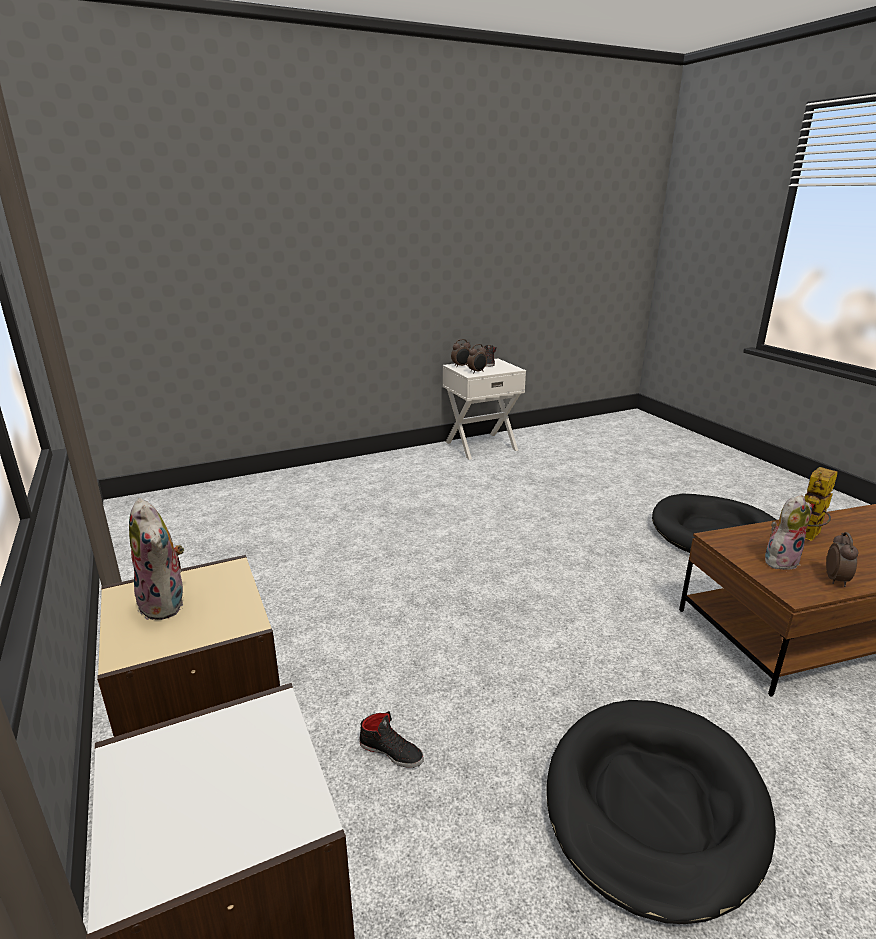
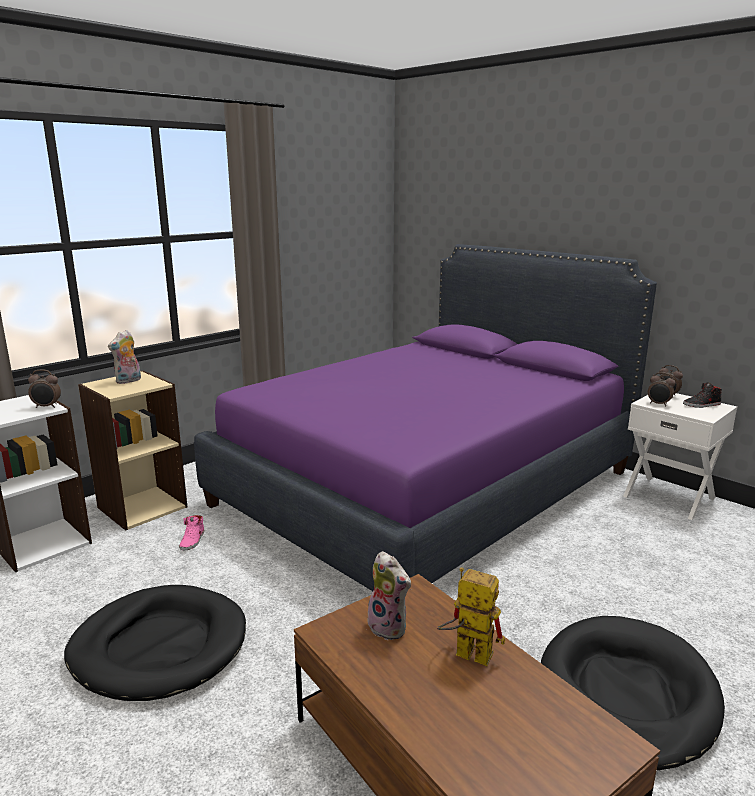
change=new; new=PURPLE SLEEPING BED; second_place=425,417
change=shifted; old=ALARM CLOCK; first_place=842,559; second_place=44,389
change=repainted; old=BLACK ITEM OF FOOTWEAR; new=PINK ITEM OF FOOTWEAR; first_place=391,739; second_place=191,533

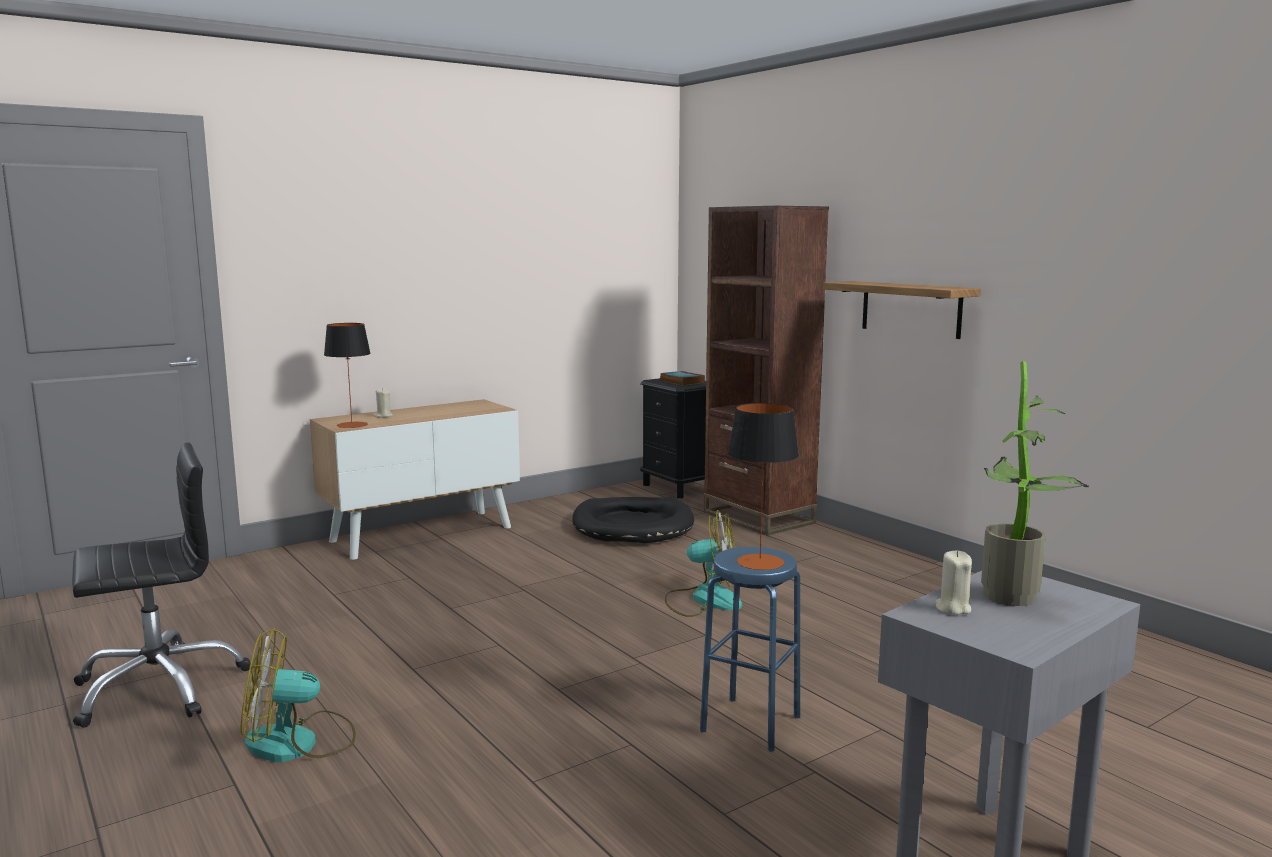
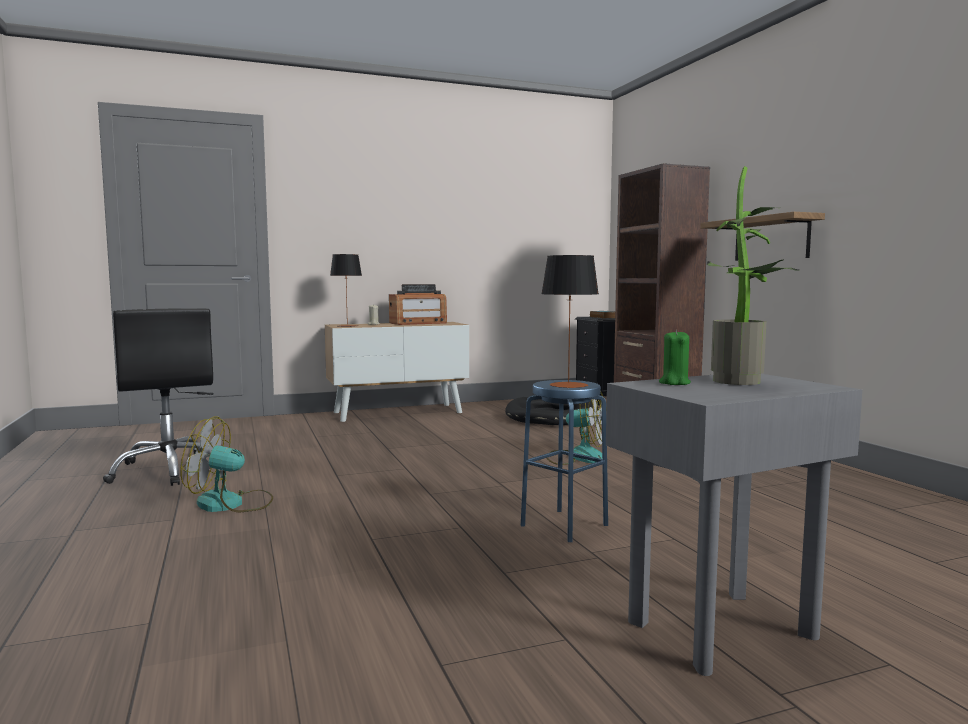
change=new; new=RADIO; second_place=418,304
change=repainted; old=BEIGE-COLOURED WAX LIGHT; new=GREEN WAX LIGHT; first_place=953,583; second_place=675,357
change=rotated; old=BLACK COMPUTER CHAIR; first_place=161,585; second_place=158,397; degrees=75

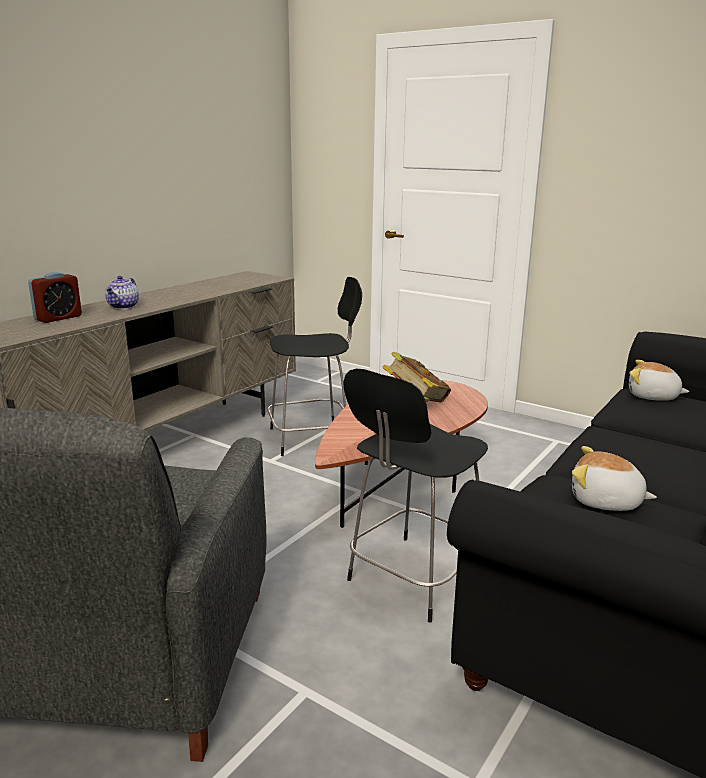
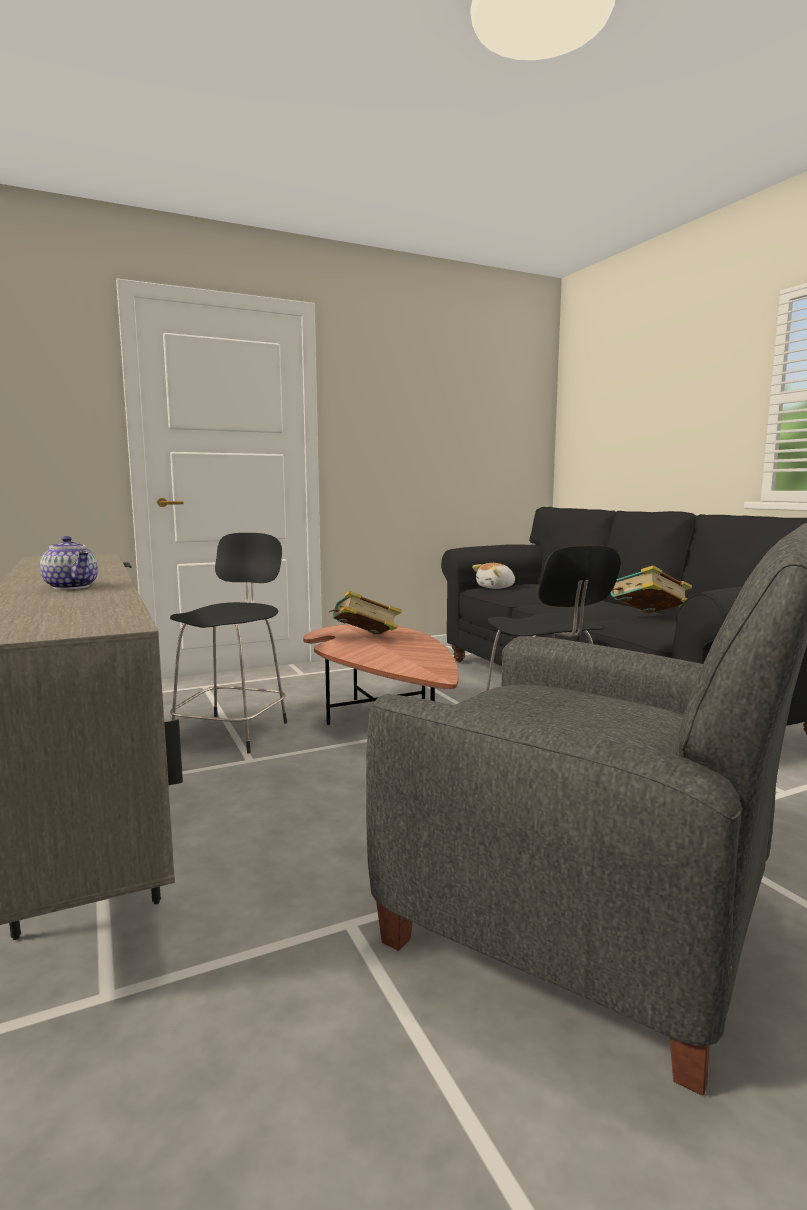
change=gone; old=ALARM CLOCK; first_place=55,297
change=swapped; old=CUDDLY TOY; new=BOOK; first_place=614,478; second_place=651,589

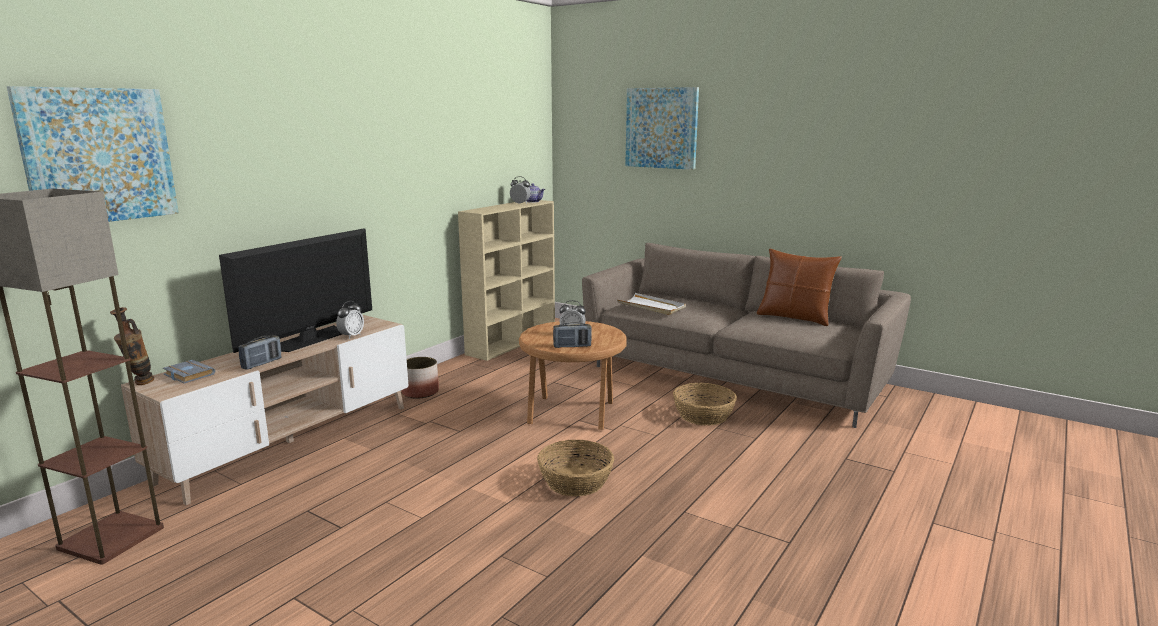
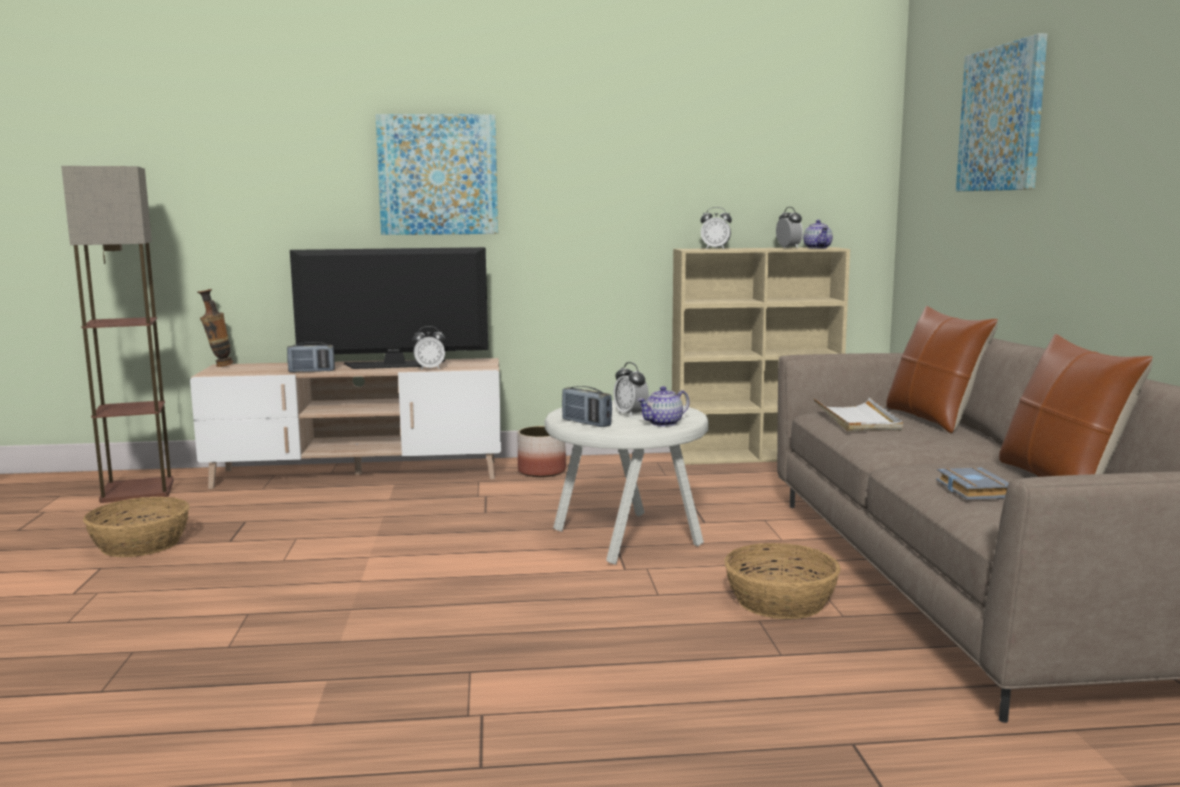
change=new; new=POT FOR TEA; second_place=663,406
change=new; new=ALARM CLOCK; second_place=716,228
change=new; new=BROWNISH PILLOW; second_place=942,369
change=shifted; old=WALL PICTURE; first_place=93,154; second_place=436,174
change=shifted; old=GRAY BOOK; first_place=189,372; second_place=972,483
change=shifted; old=HOUSEHOLD BASKET; first_place=575,468; second_place=136,527
change=repainted; old=BROWNISH END TABLE; new=WHITE END TABLE; first_place=573,375; second_place=627,483

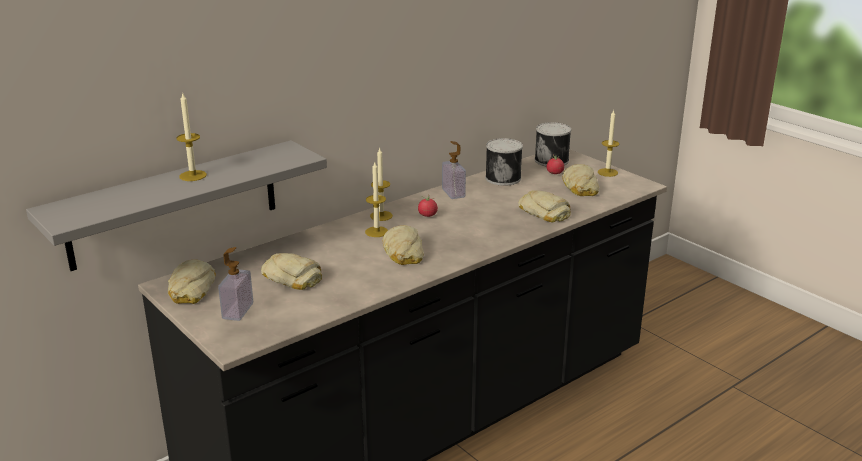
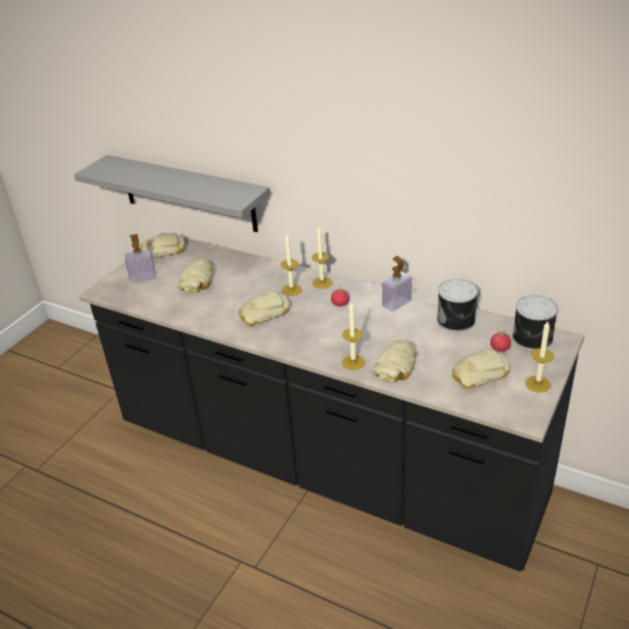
change=shifted; old=WAX LIGHT; first_place=191,136; second_place=353,336

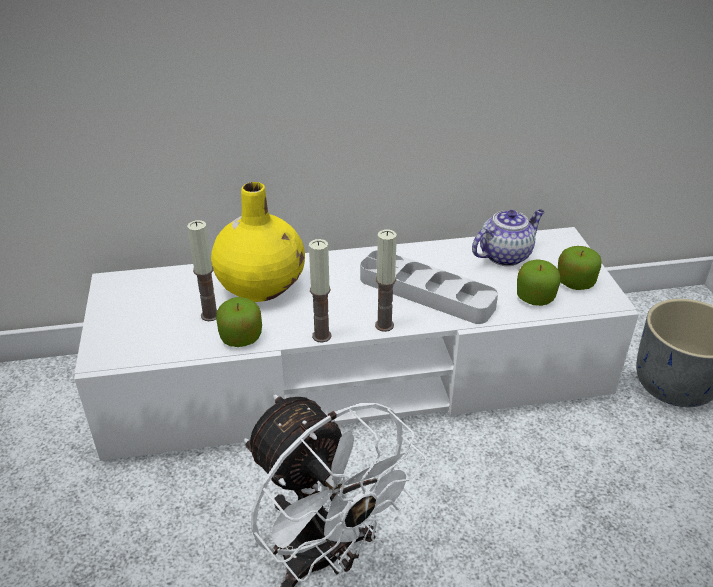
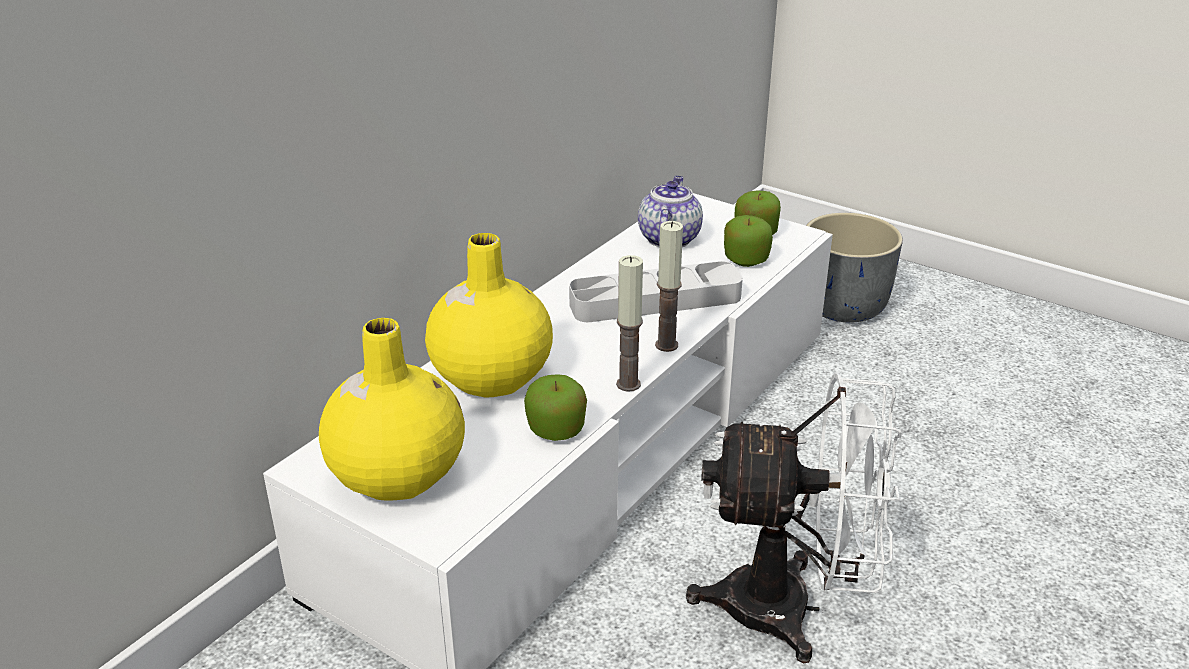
change=gone; old=WAX LIGHT; first_place=202,270
change=new; new=YELLOWISH VASE; second_place=392,409

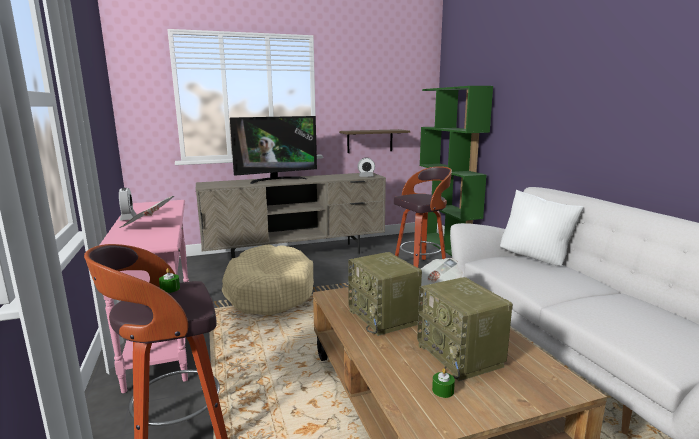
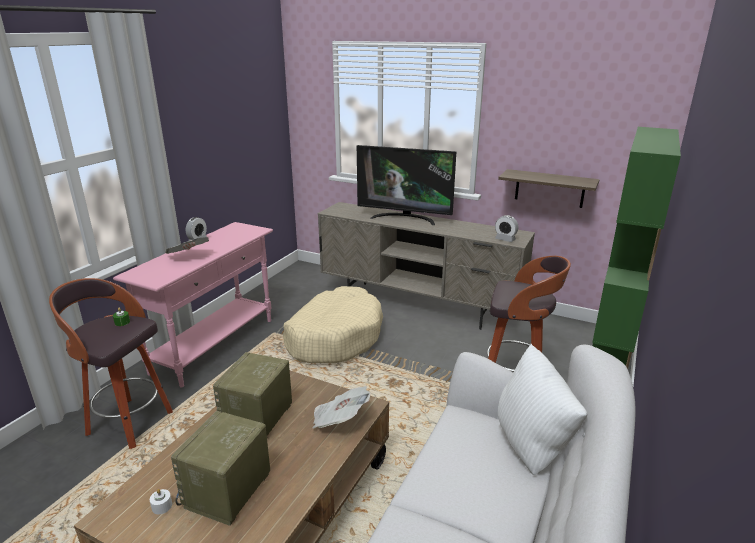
change=repainted; old=GREEN WAX LIGHT; new=WHITE WAX LIGHT; first_place=443,383; second_place=161,501

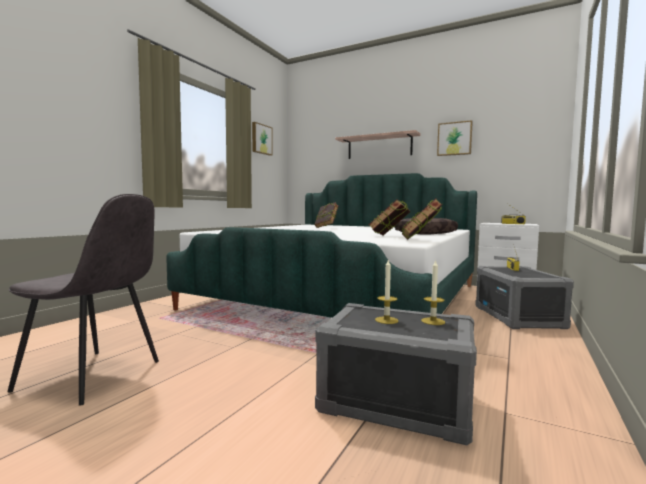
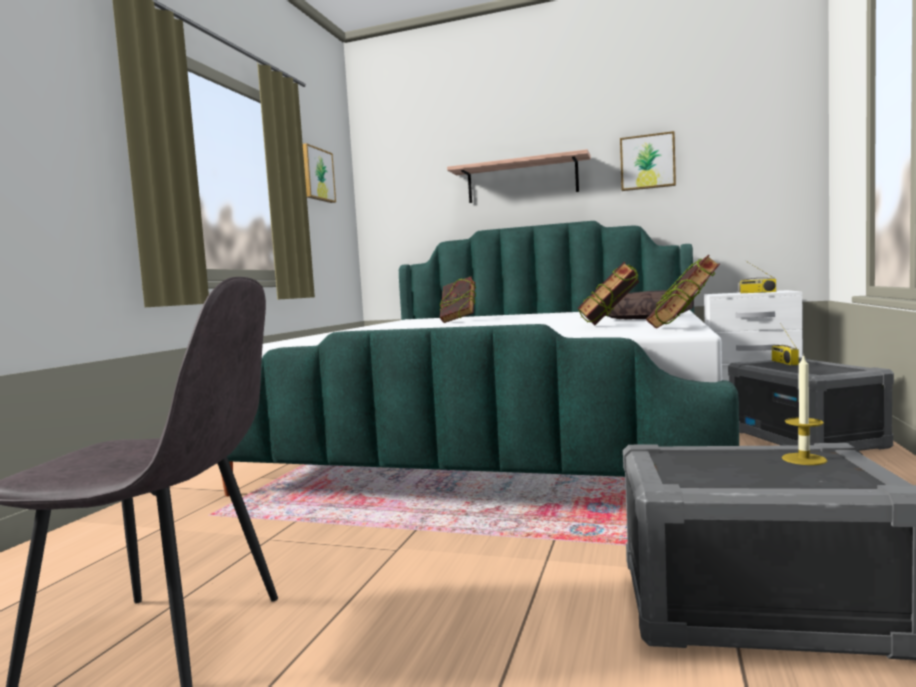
change=gone; old=WAX LIGHT; first_place=386,291

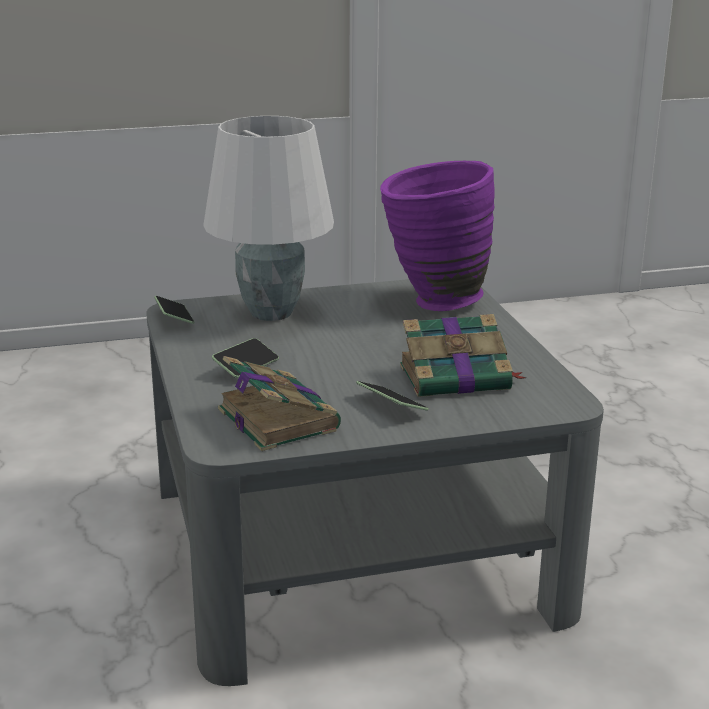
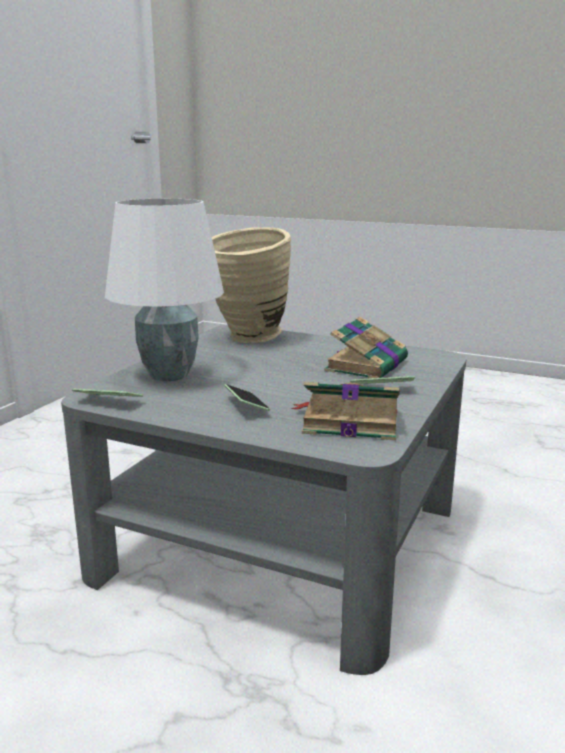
change=repainted; old=PURPLE VASE; new=BEIGE-COLOURED VASE; first_place=437,236; second_place=251,285

